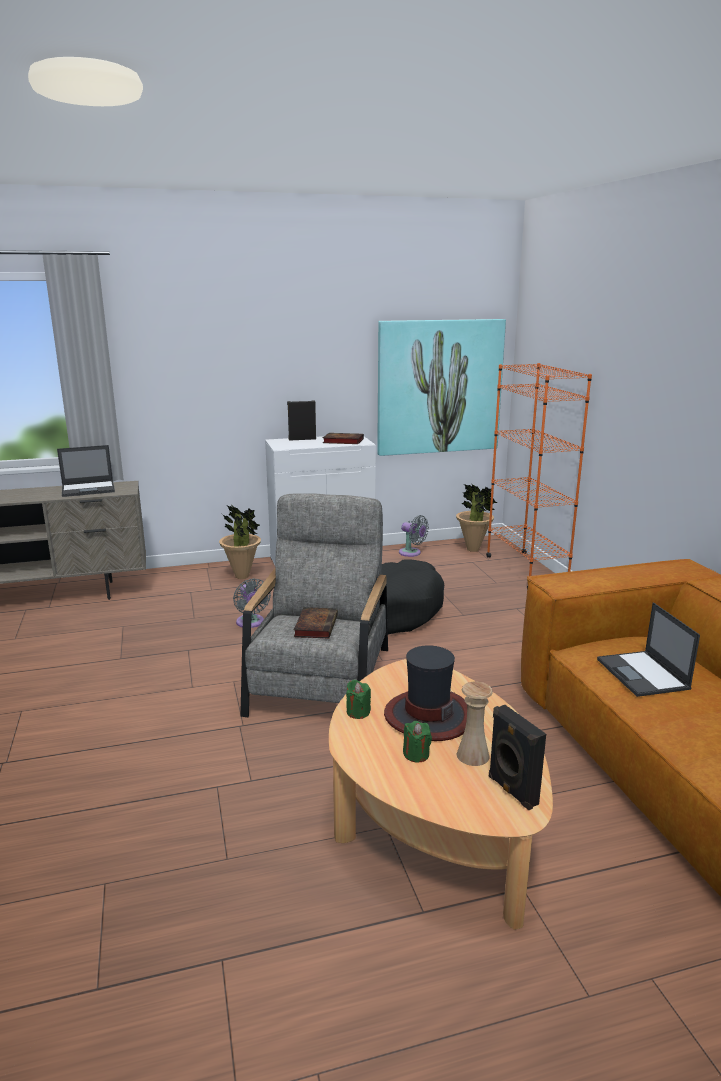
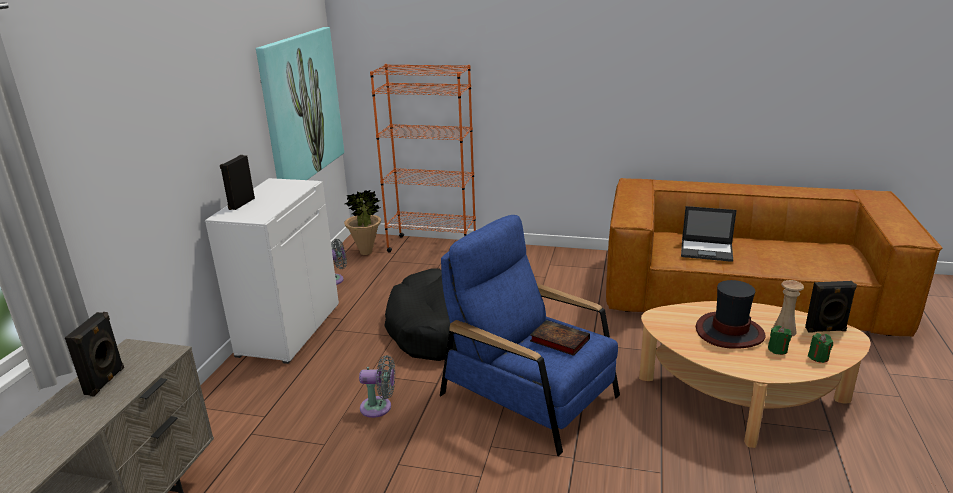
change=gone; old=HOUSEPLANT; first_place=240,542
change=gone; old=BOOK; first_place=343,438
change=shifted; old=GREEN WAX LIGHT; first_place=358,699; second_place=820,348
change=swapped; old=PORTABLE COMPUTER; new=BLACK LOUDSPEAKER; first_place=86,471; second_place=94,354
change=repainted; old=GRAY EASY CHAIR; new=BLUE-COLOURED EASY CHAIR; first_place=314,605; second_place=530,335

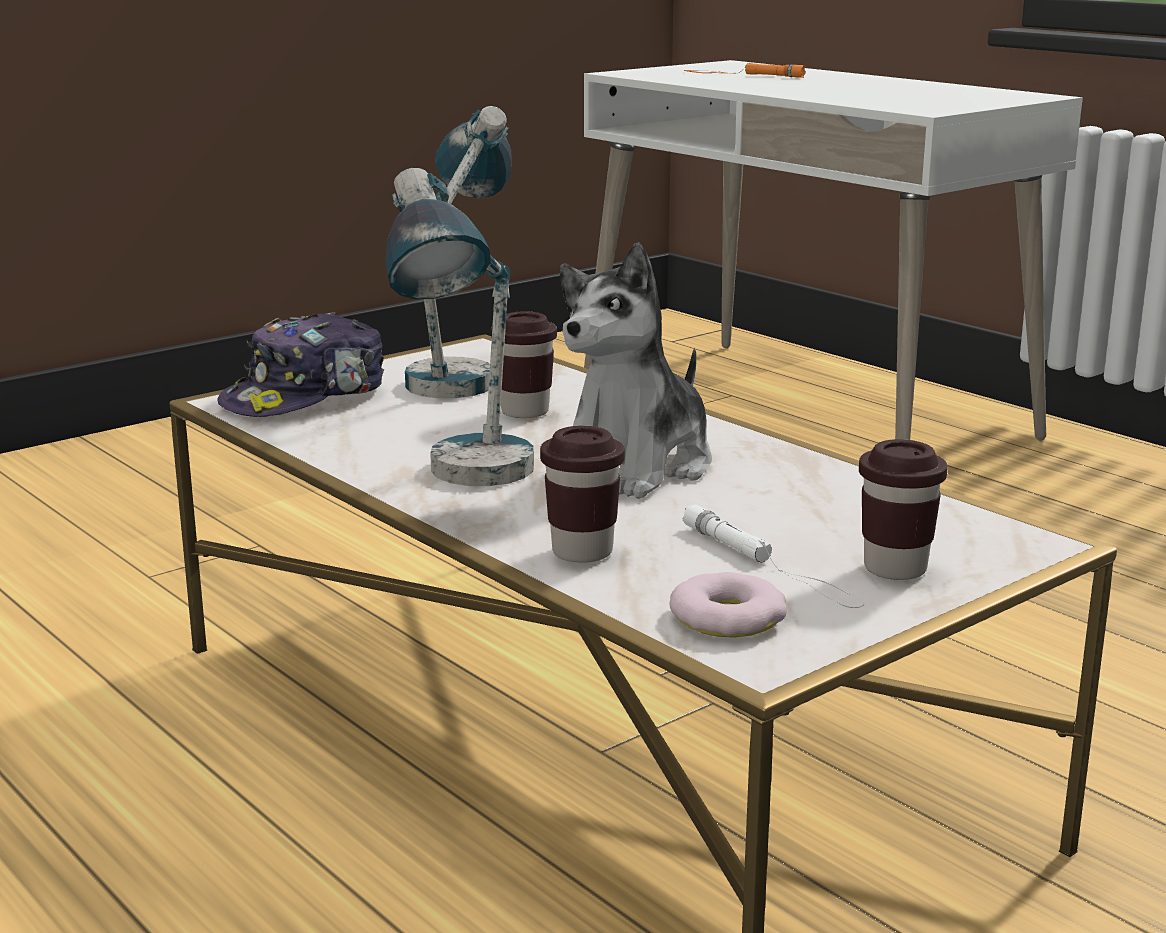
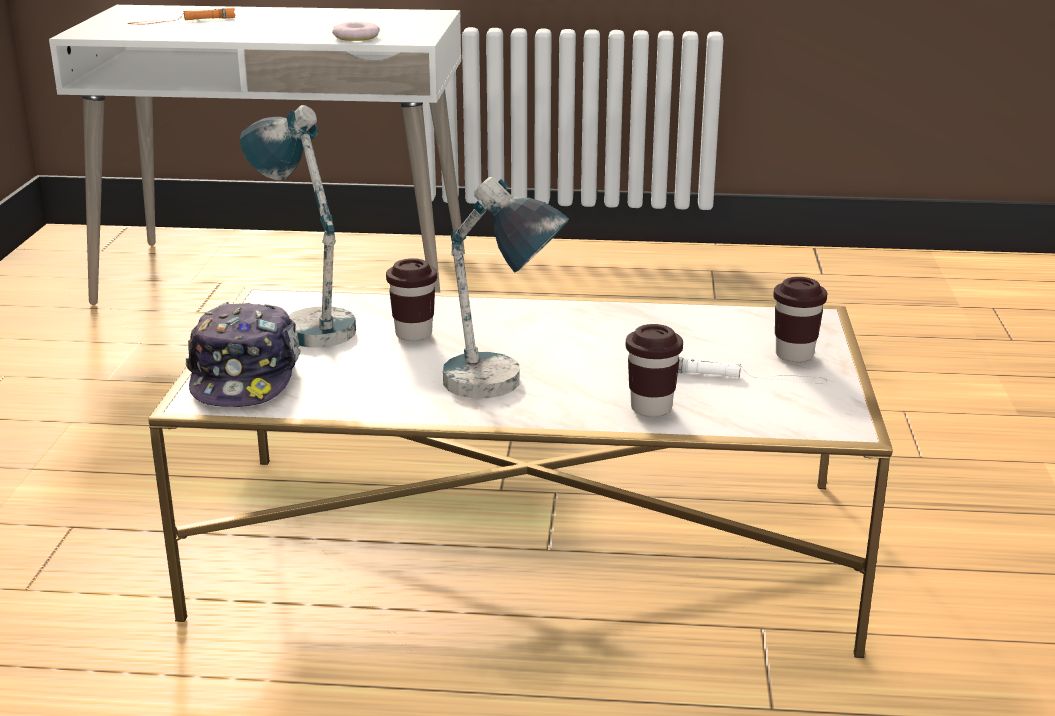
change=gone; old=CUDDLY TOY; first_place=636,370
change=shifted; old=RING DOUGHNUT; first_place=728,605; second_place=356,31

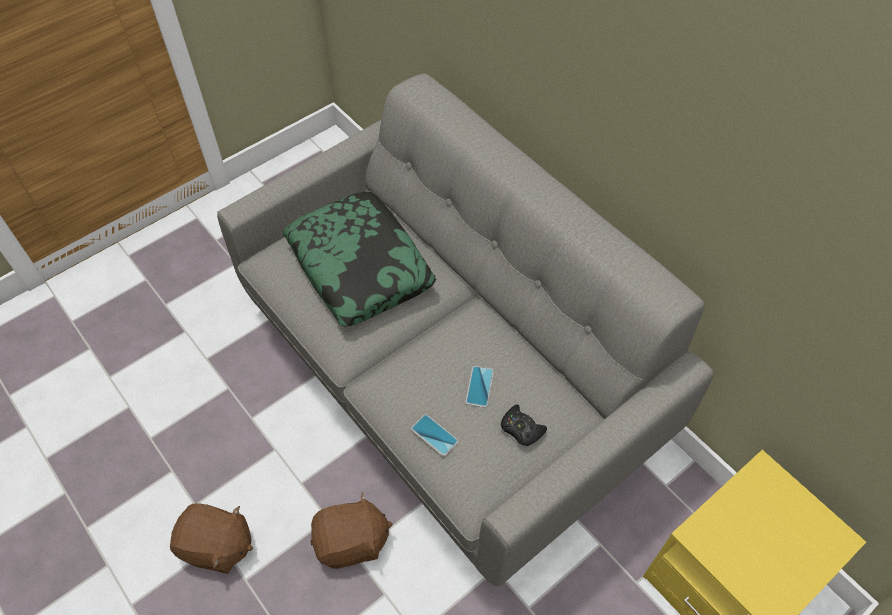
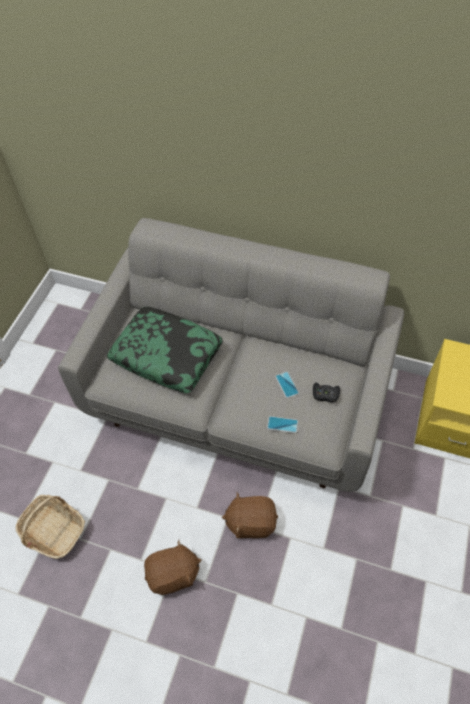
change=new; new=HOUSEHOLD BASKET; second_place=50,527
change=rotated; old=BROWNISH CUDDLY TOY; first_place=351,530; second_place=250,515; degrees=-135

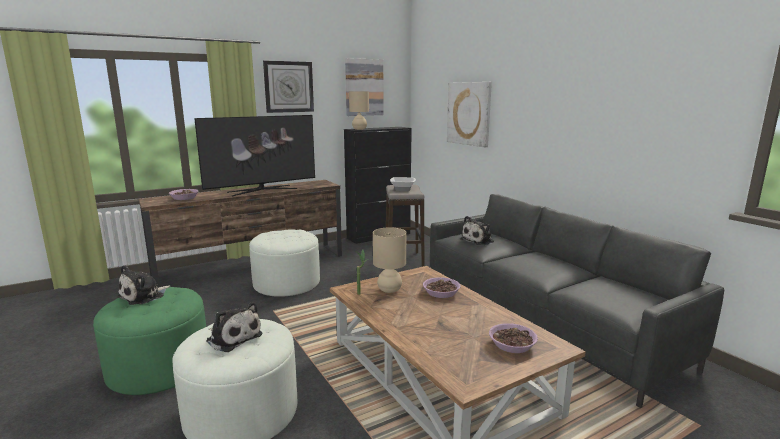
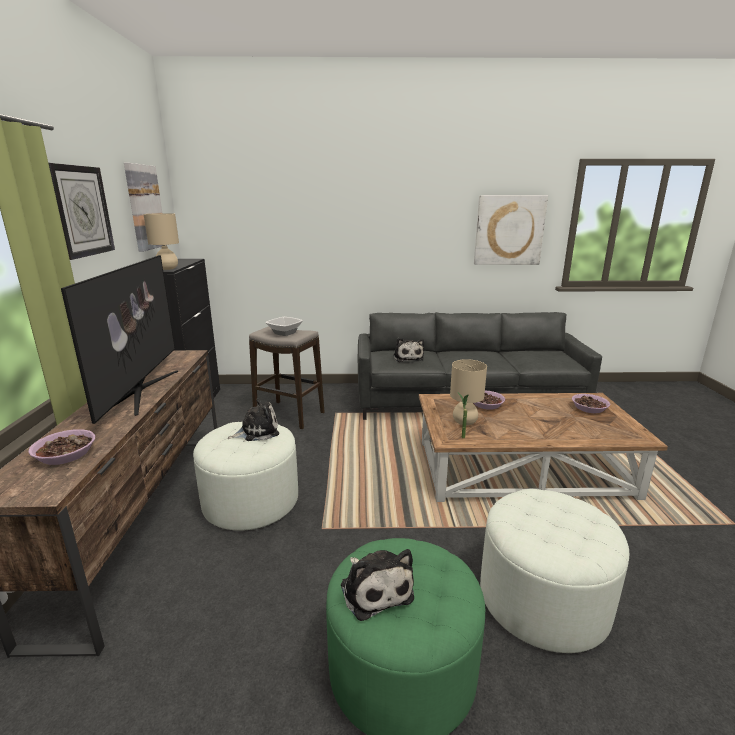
change=shifted; old=CUDDLY TOY; first_place=234,327; second_place=253,419
change=shifted; old=WALL PICTURE; first_place=469,114; second_place=511,230

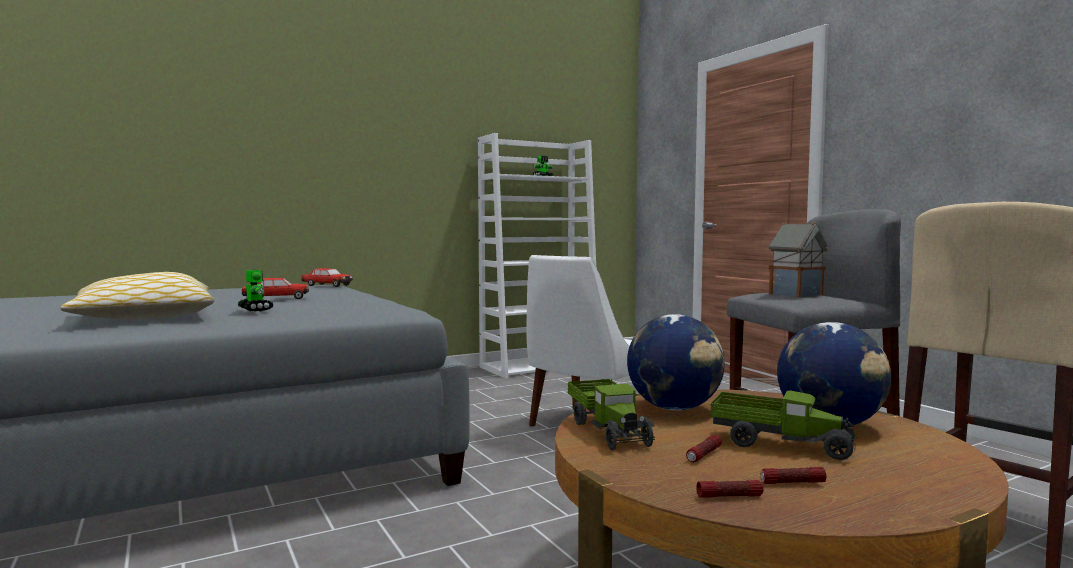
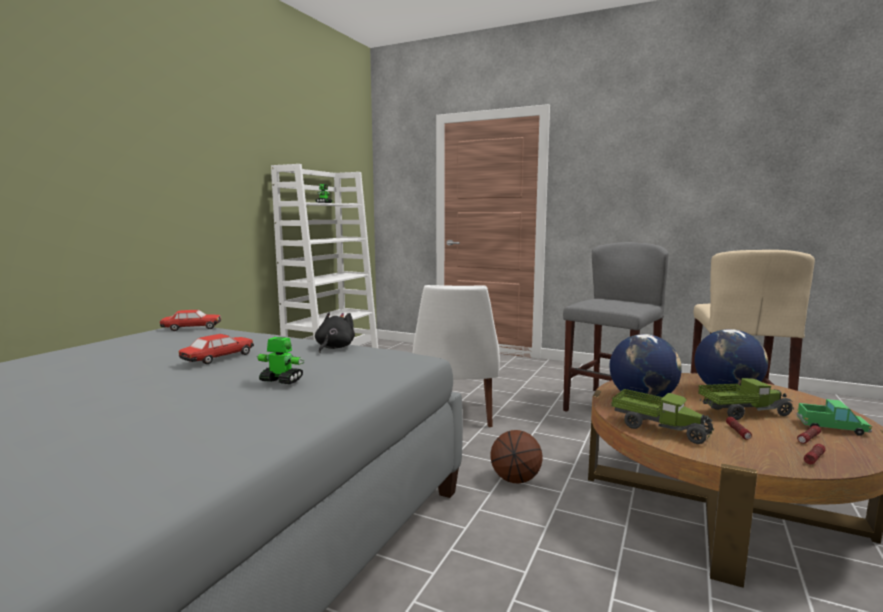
change=gone; old=PILLOW; first_place=137,295
change=gone; old=TOY HOUSE; first_place=798,260
change=new; new=BLACK CUDDLY TOY; second_place=335,332
change=new; new=BASKETBALL; second_place=516,457
change=new; new=TOY LORRY; second_place=834,417

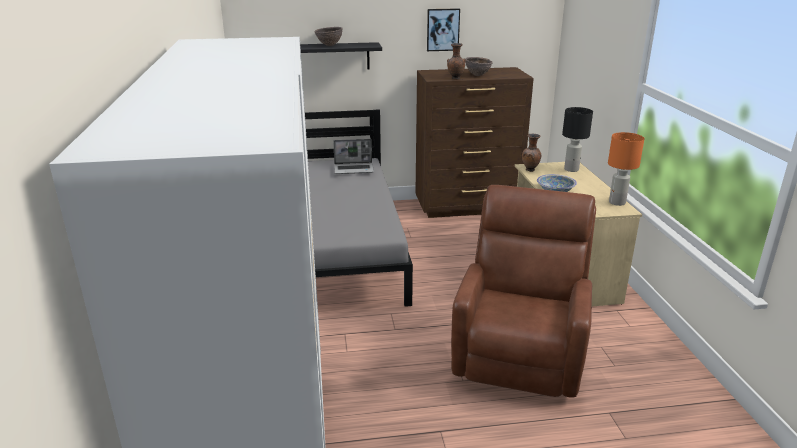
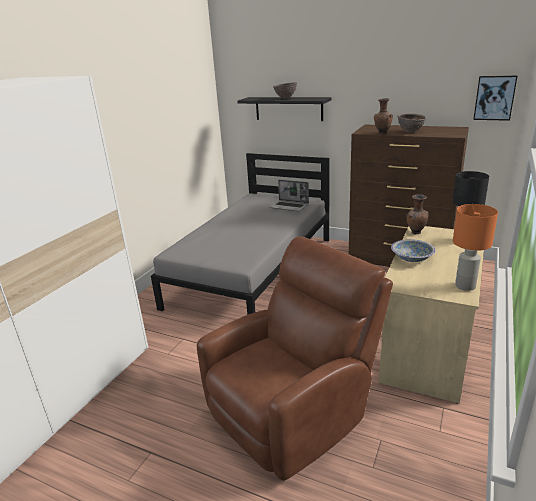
change=shifted; old=WALL PICTURE; first_place=443,29; second_place=495,98

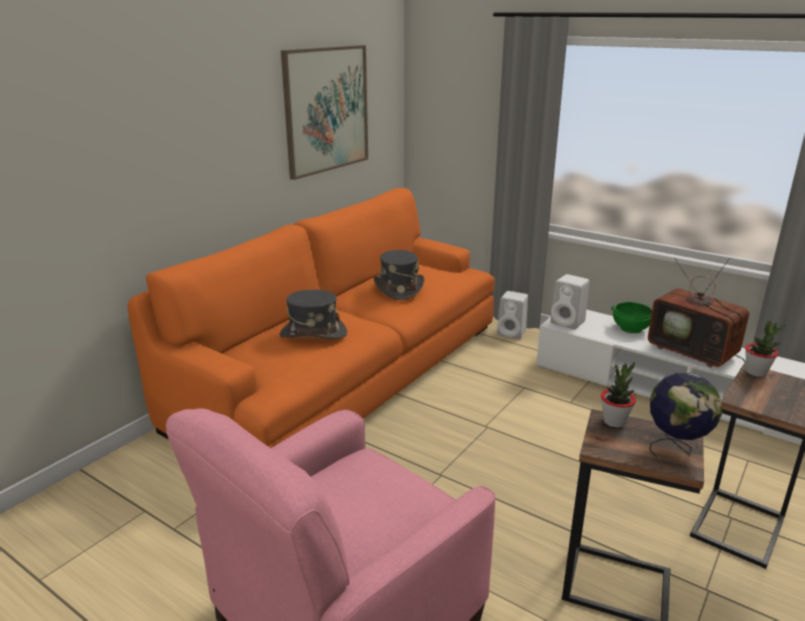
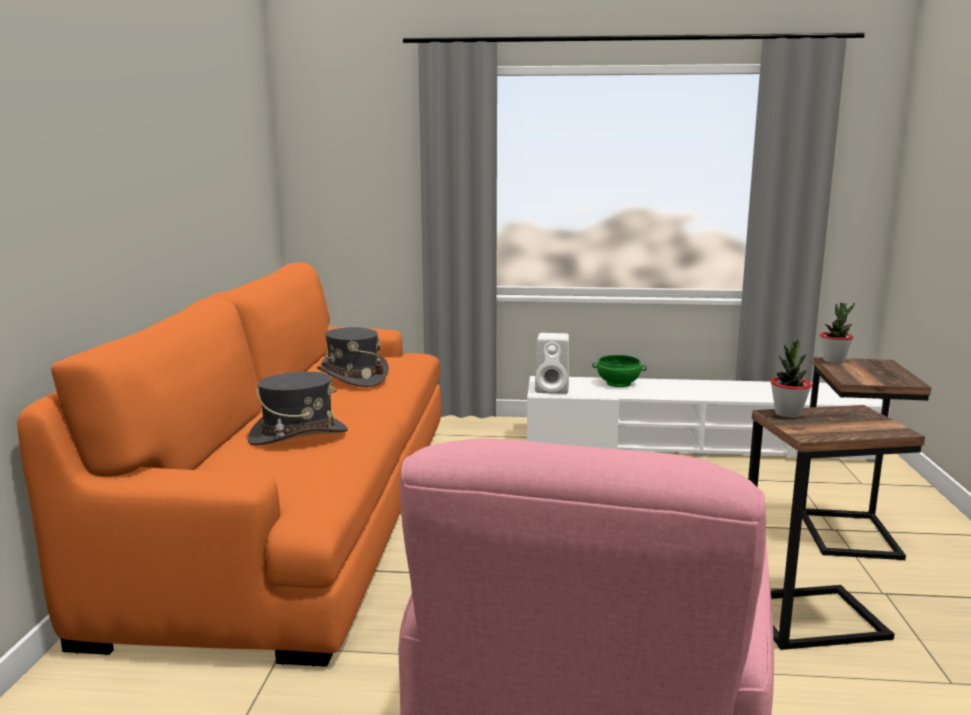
change=gone; old=WALL PICTURE; first_place=324,112
change=gone; old=WHITE LOUDSPEAKER; first_place=512,315
change=gone; old=TV; first_place=698,312
change=gone; old=WORLD GLOBE; first_place=686,415

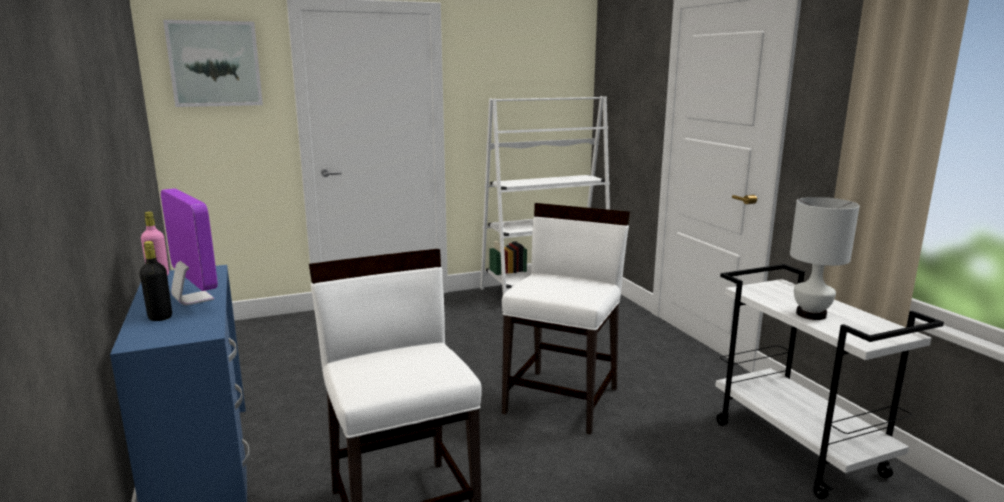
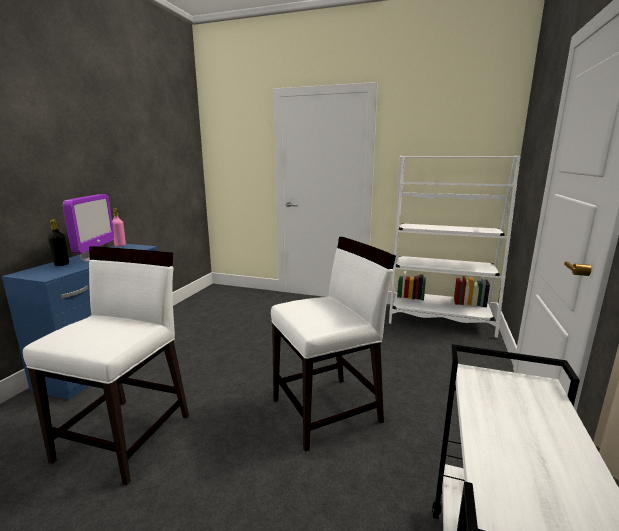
change=gone; old=WALL PICTURE; first_place=213,63
change=gone; old=WHITE TABLE LAMP; first_place=825,258

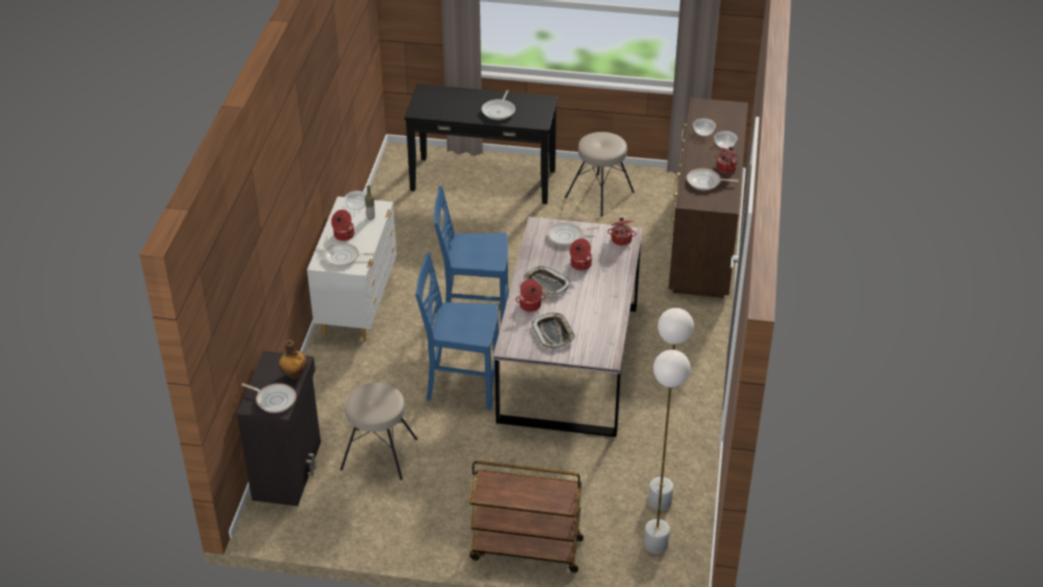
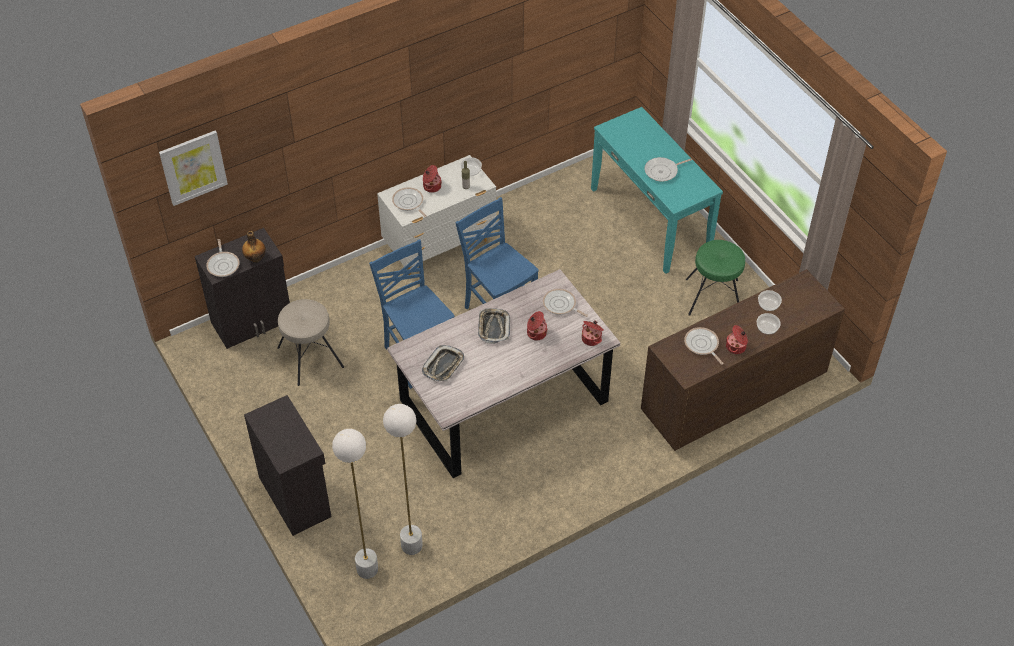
change=gone; old=STOCKPOT; first_place=530,295
change=new; new=WALL PICTURE; second_place=193,168
change=swapped; old=BROWNISH TROLLEY; new=BLACK CABINET; first_place=526,516; second_place=287,465
change=repainted; old=BLACK NARROW TABLE; new=BLUE-GREEN NARROW TABLE; first_place=481,144; second_place=657,190
change=repainted; old=BEIGE-COLOURED STOOL SEAT; new=GREEN STOOL SEAT; first_place=600,174; second_place=715,278

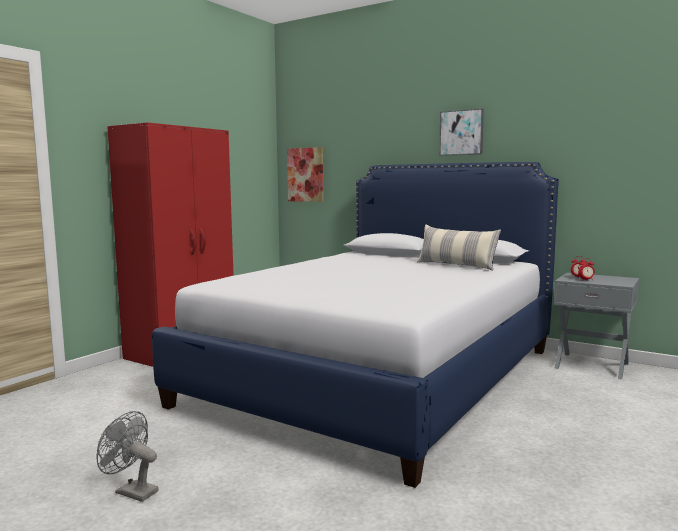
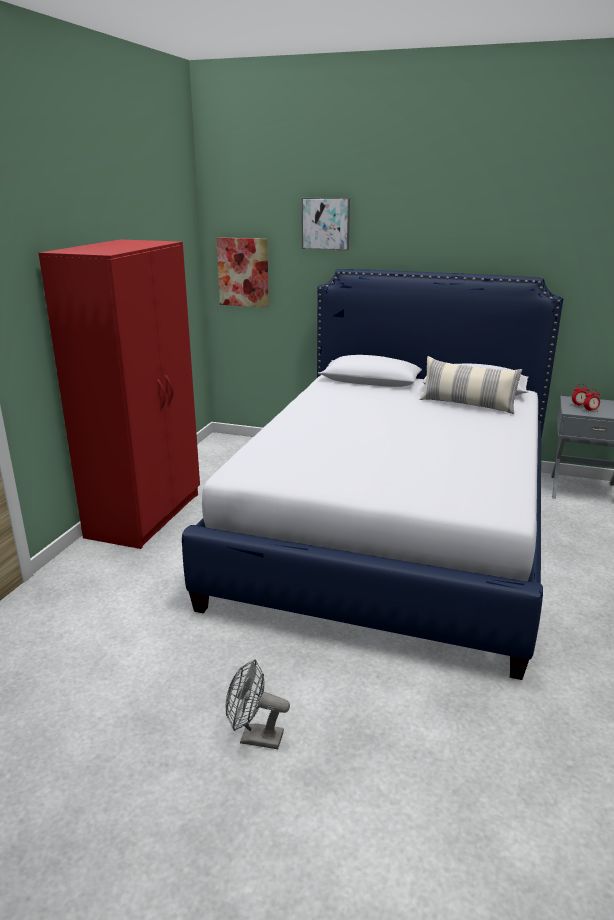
change=shifted; old=WALL PICTURE; first_place=461,132; second_place=326,224

